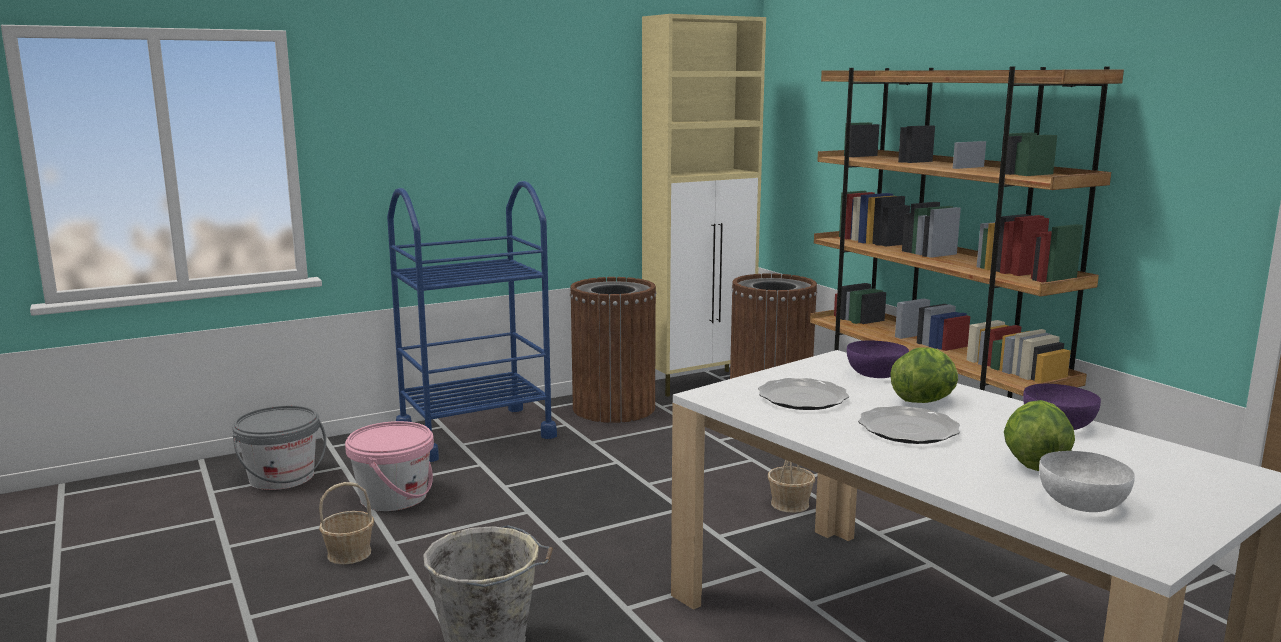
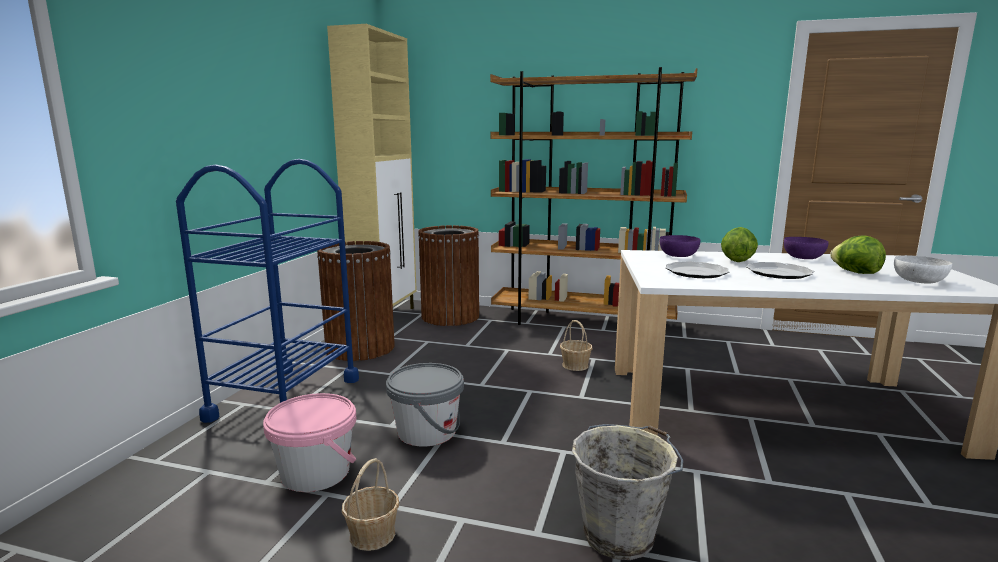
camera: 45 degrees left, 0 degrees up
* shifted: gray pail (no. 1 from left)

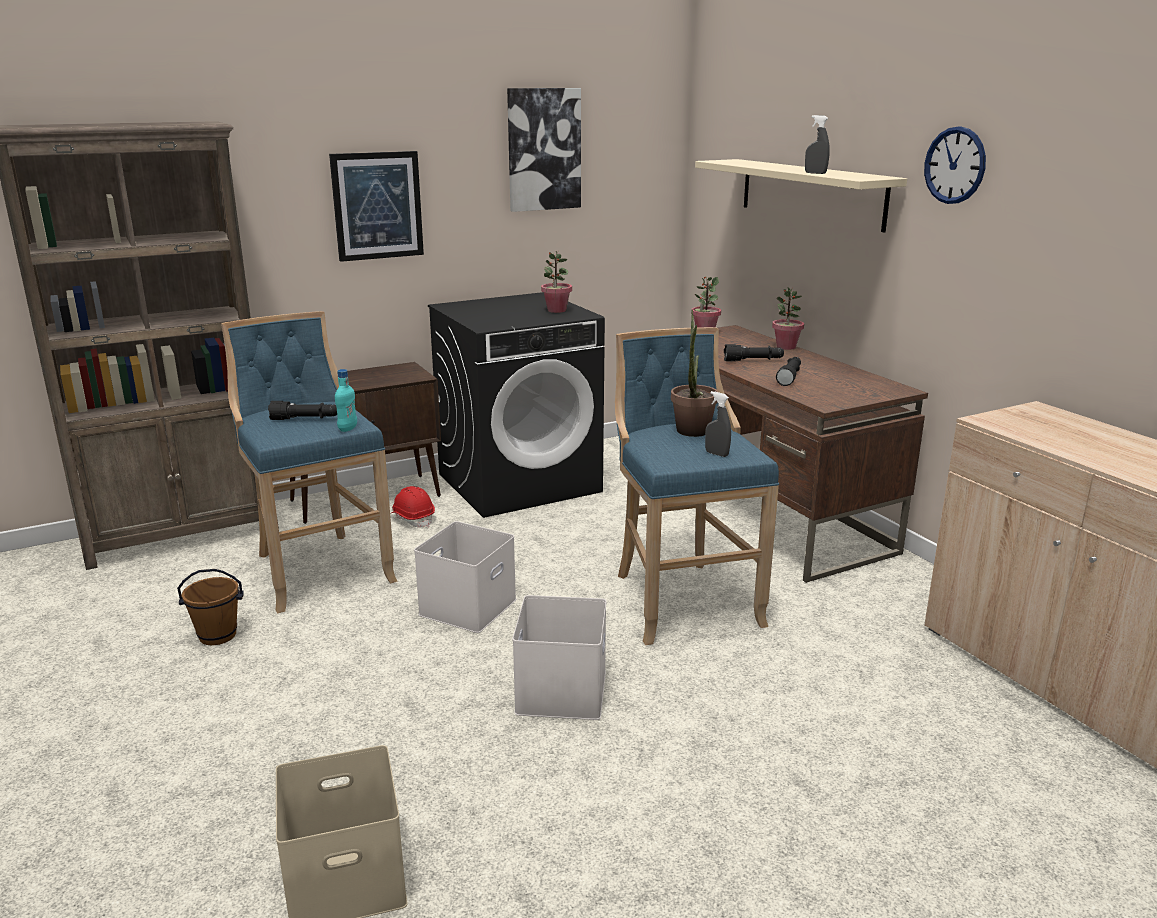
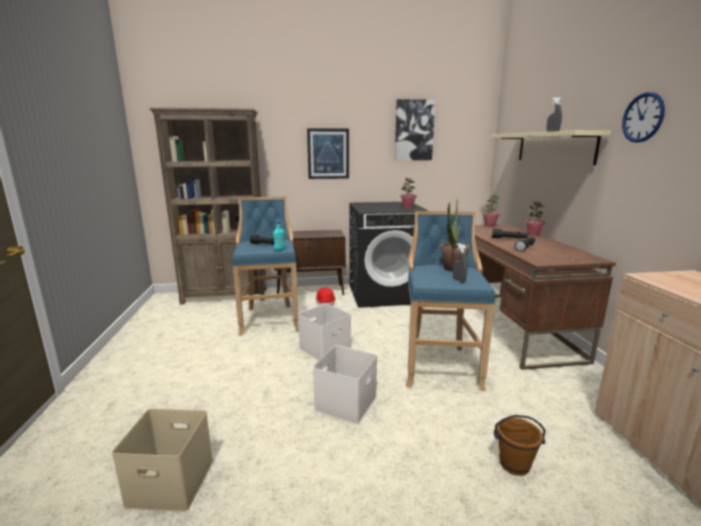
camera: 20 degrees right, 5 degrees down
* shifted: brownish pail

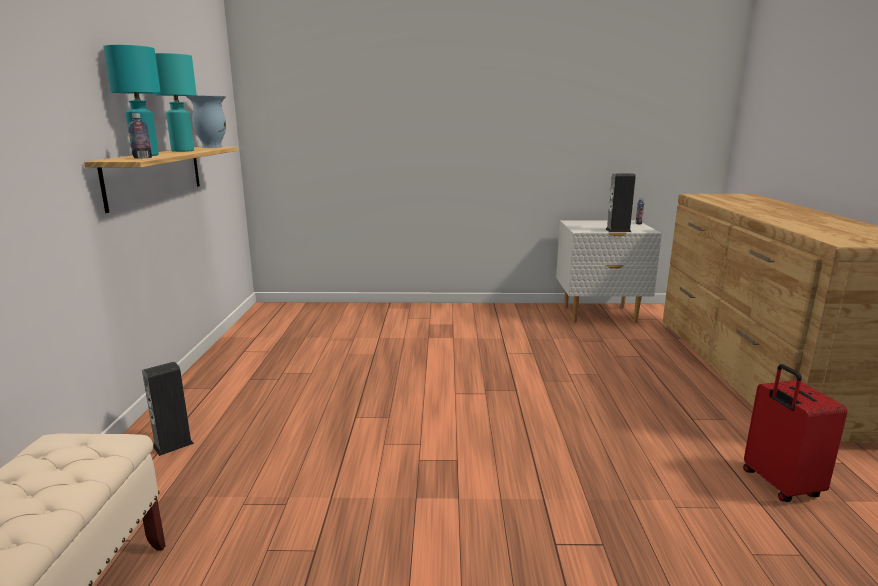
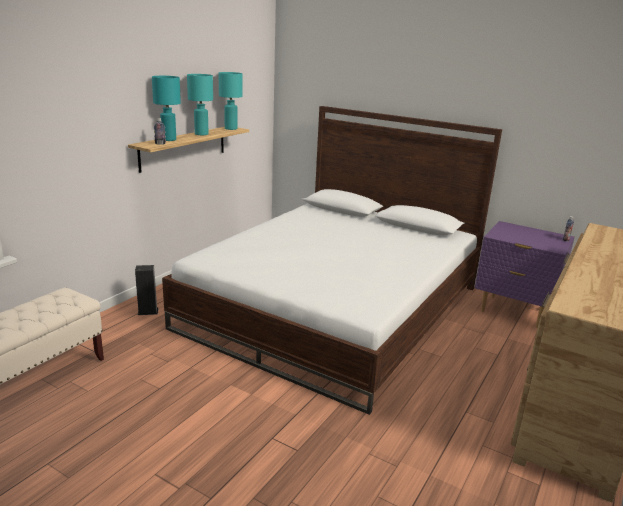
camera: 30 degrees right, 5 degrees up
* gone: speaker (no. 2 from left)
* gone: red suitcase
* new: sleeping bed
* swapped: vase to turquoise-coloured lamp for a table (no. 3 from left)
* repainted: whitish night table to purple-coloured night table

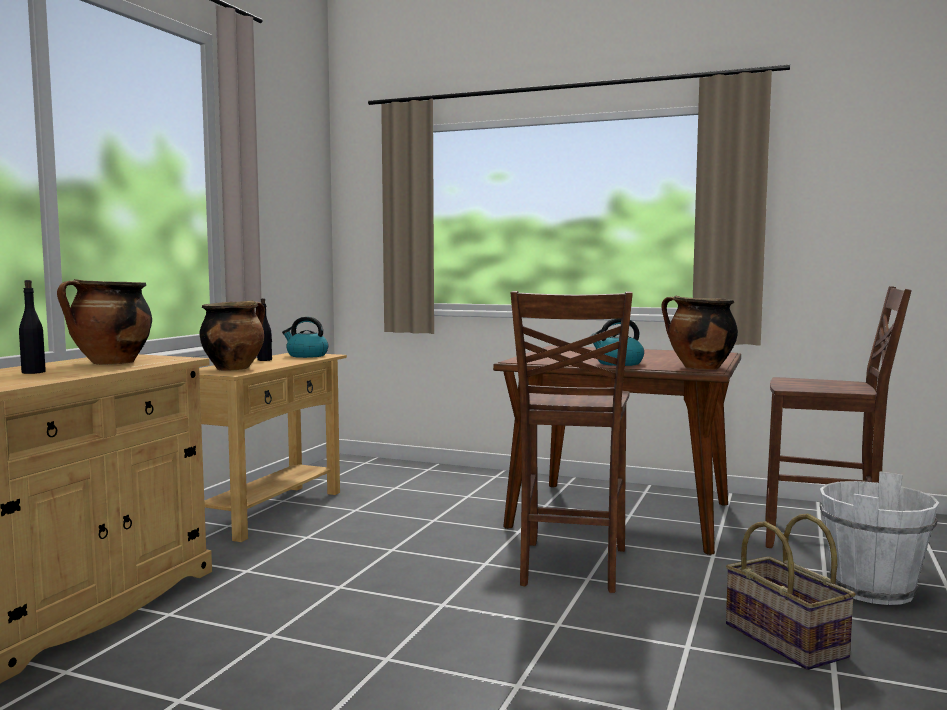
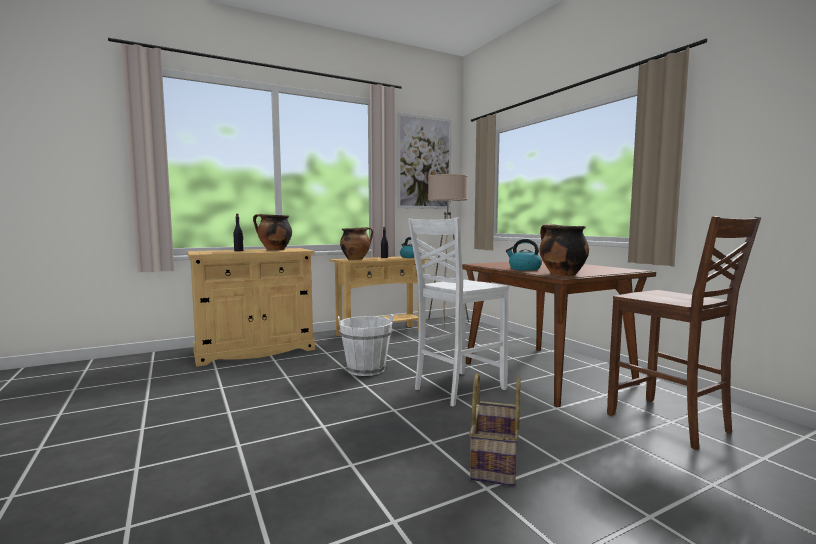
camera: 40 degrees right, 0 degrees up
* new: wall picture
* new: sand-coloured floor lamp
* shifted: whitish pail
* repainted: brownish upright chair (no. 1 from left) to whitish upright chair

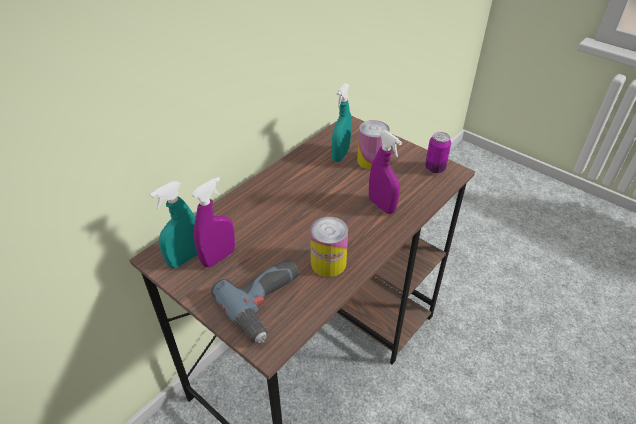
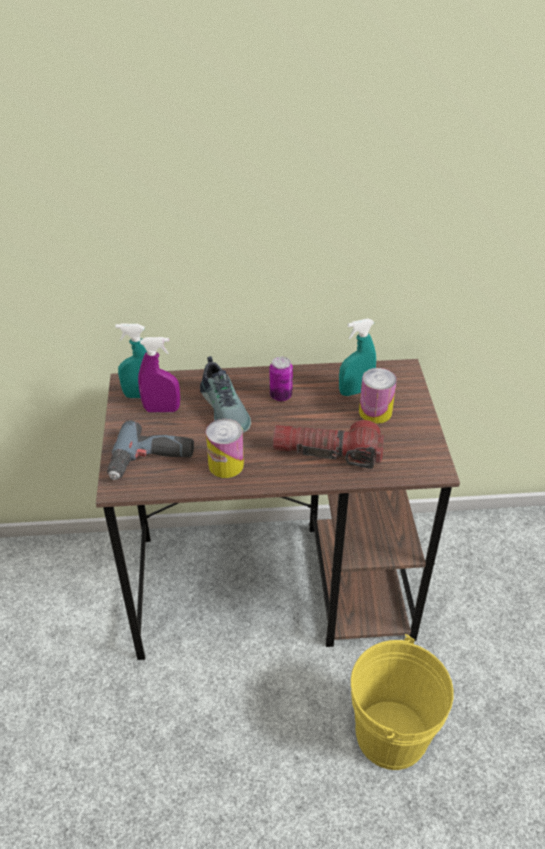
camera: 45 degrees right, 0 degrees up
* new: low shoe
* new: yellowish pail
* shifted: can (no. 3 from left in the first image) to can (no. 2 from left)
* swapped: purple-coloured sprayer (no. 2 from left) to hand torch

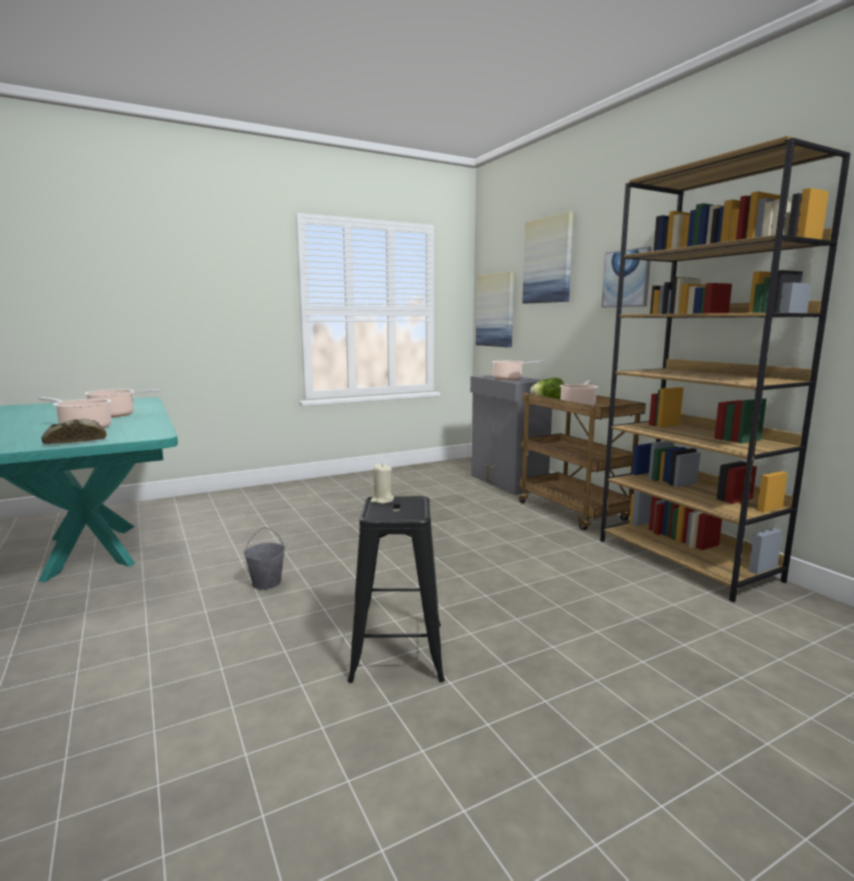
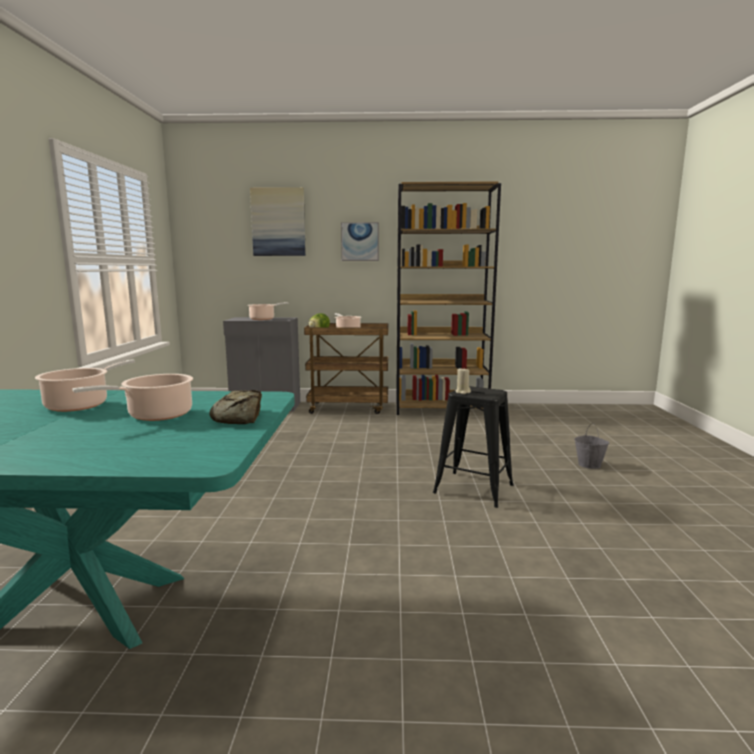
camera: 60 degrees left, 0 degrees up
* gone: wall picture (no. 1 from left)
* shifted: gray pail

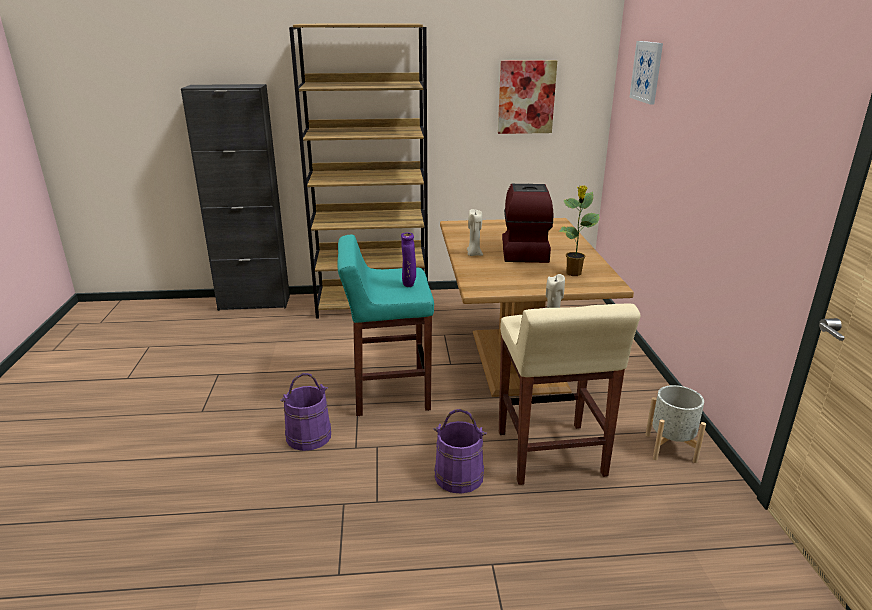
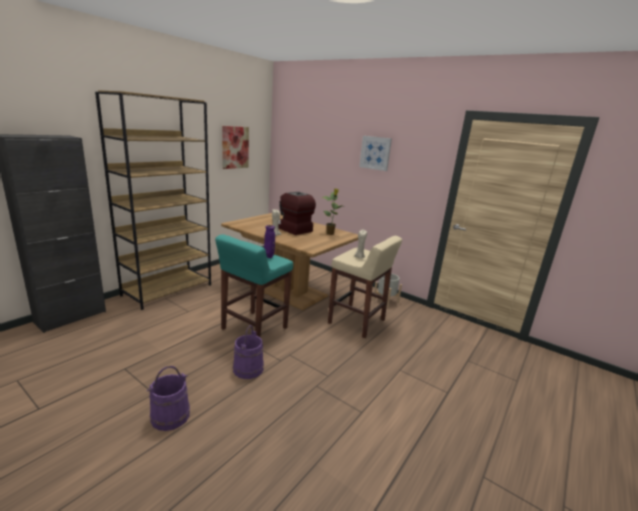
camera: 50 degrees left, 5 degrees down
* shifted: purple-coloured pail (no. 2 from left in the first image) to purple-coloured pail (no. 1 from left)
* shifted: wall picture (no. 2 from left)

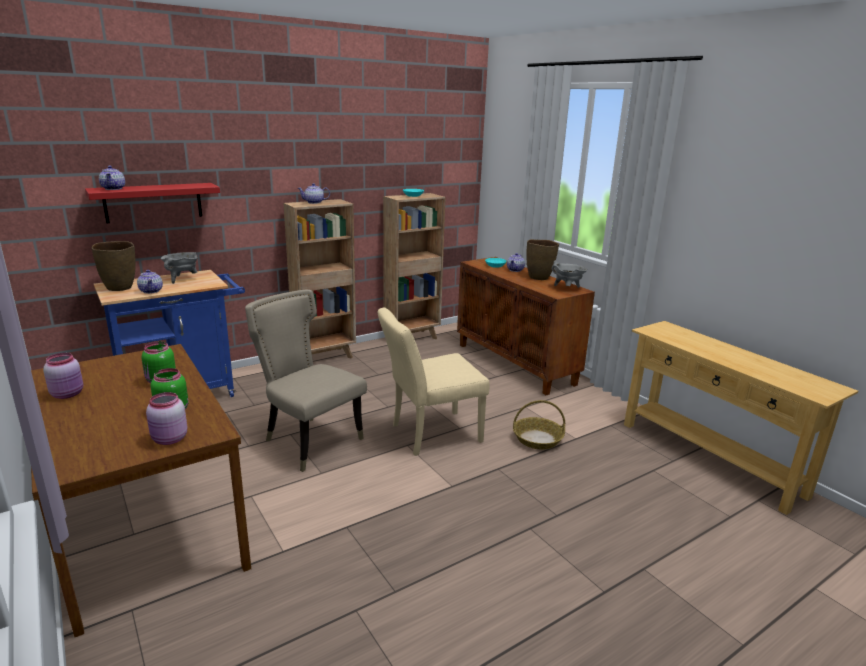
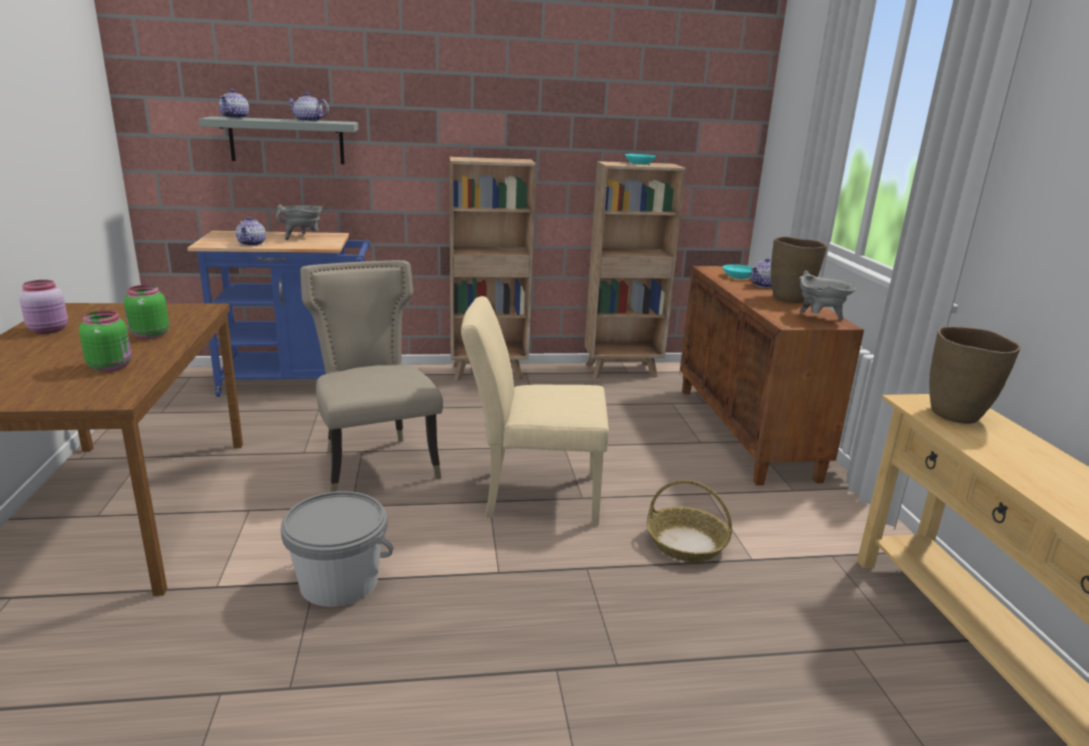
camera: 25 degrees right, 0 degrees up
* gone: pink-coloured storage jar (no. 2 from left)
* new: gray pail
* shifted: brownish vase (no. 1 from left in the first image) to brownish vase (no. 2 from left)
* shifted: teapot (no. 3 from left)
* repainted: red wall shelf to gray wall shelf

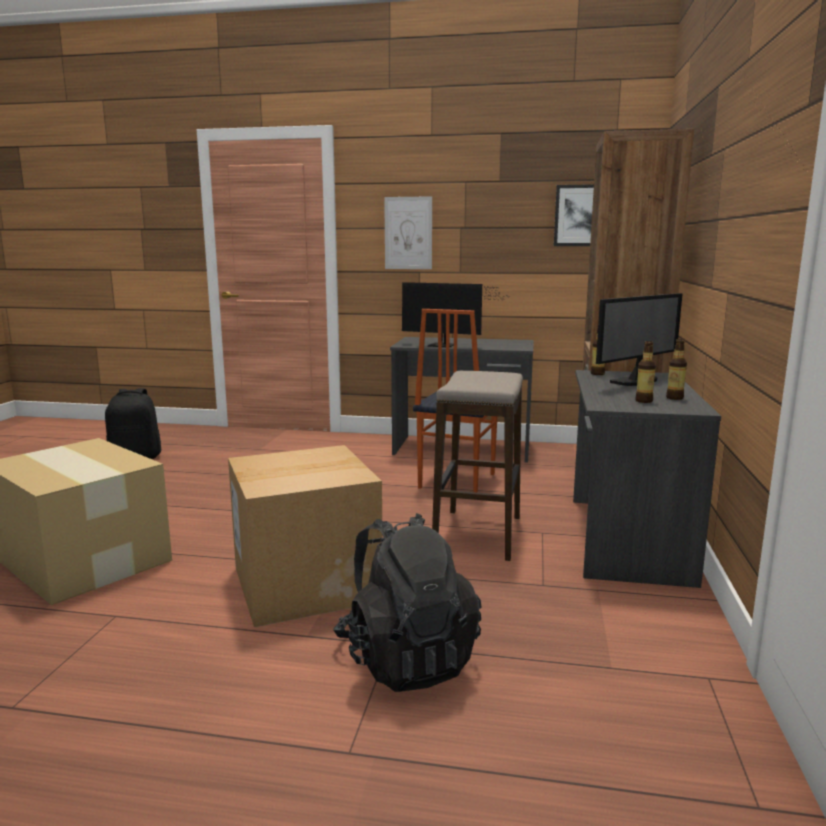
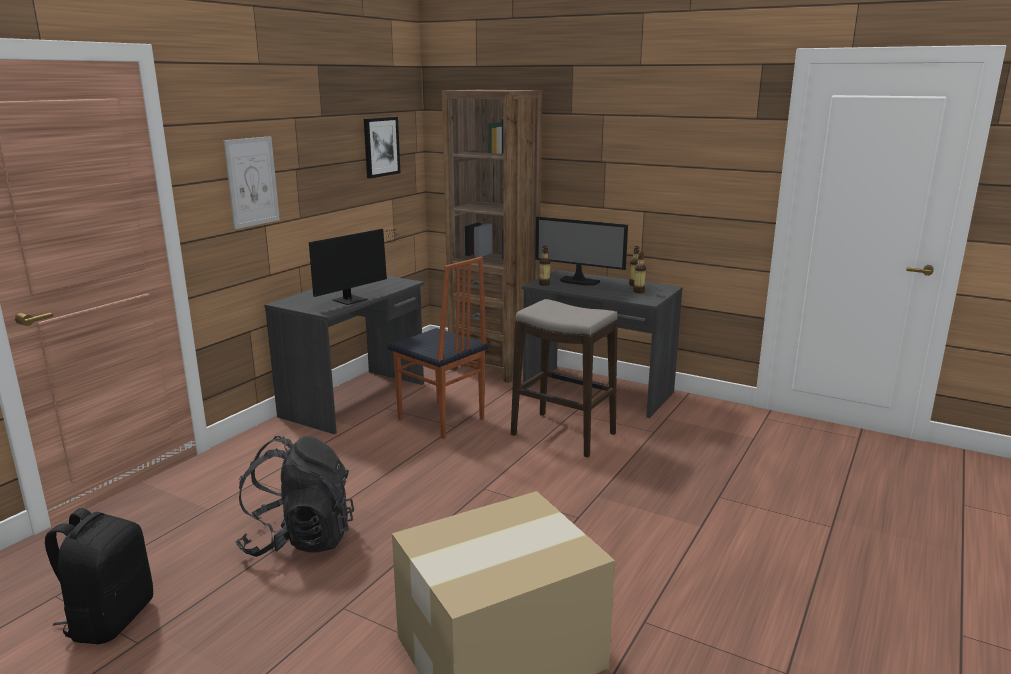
camera: 70 degrees left, 5 degrees up
* gone: cardboard box (no. 2 from left)
* shifted: black-coloured rucksack (no. 2 from left)
* rotated: computer display (no. 2 from left) 135 degrees clockwise

